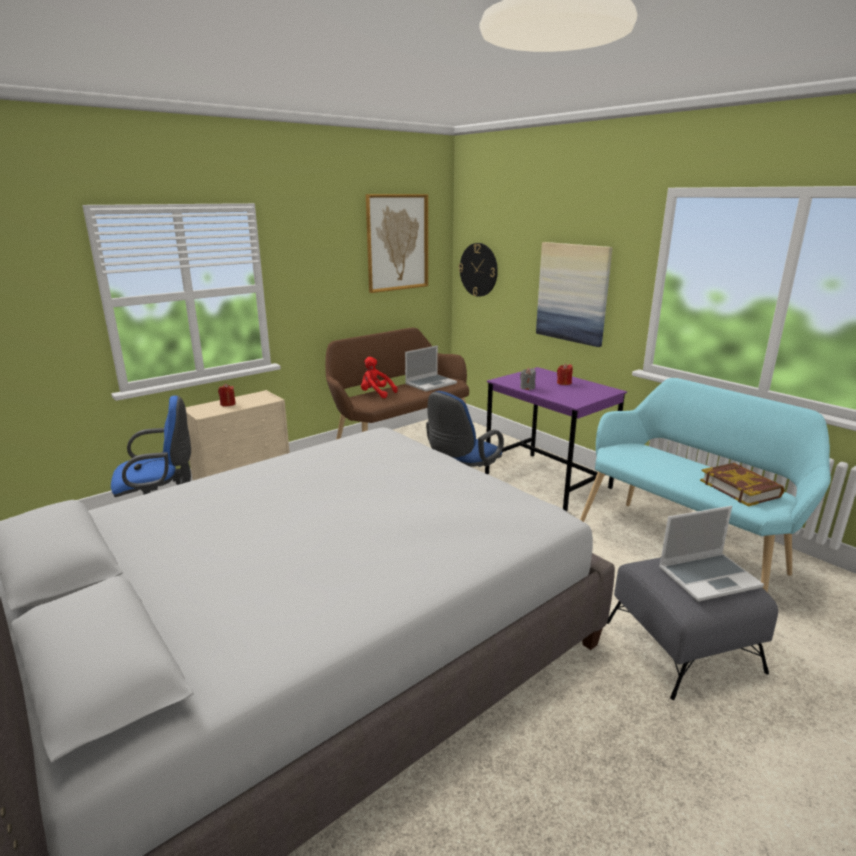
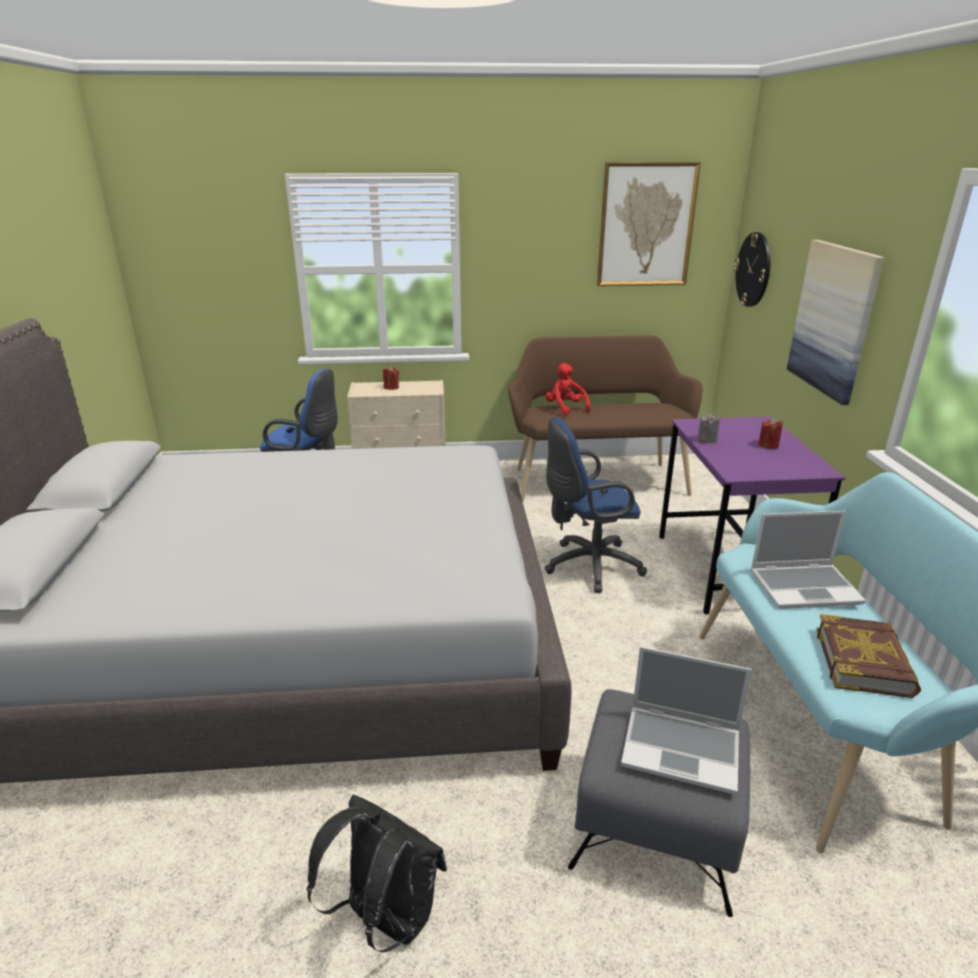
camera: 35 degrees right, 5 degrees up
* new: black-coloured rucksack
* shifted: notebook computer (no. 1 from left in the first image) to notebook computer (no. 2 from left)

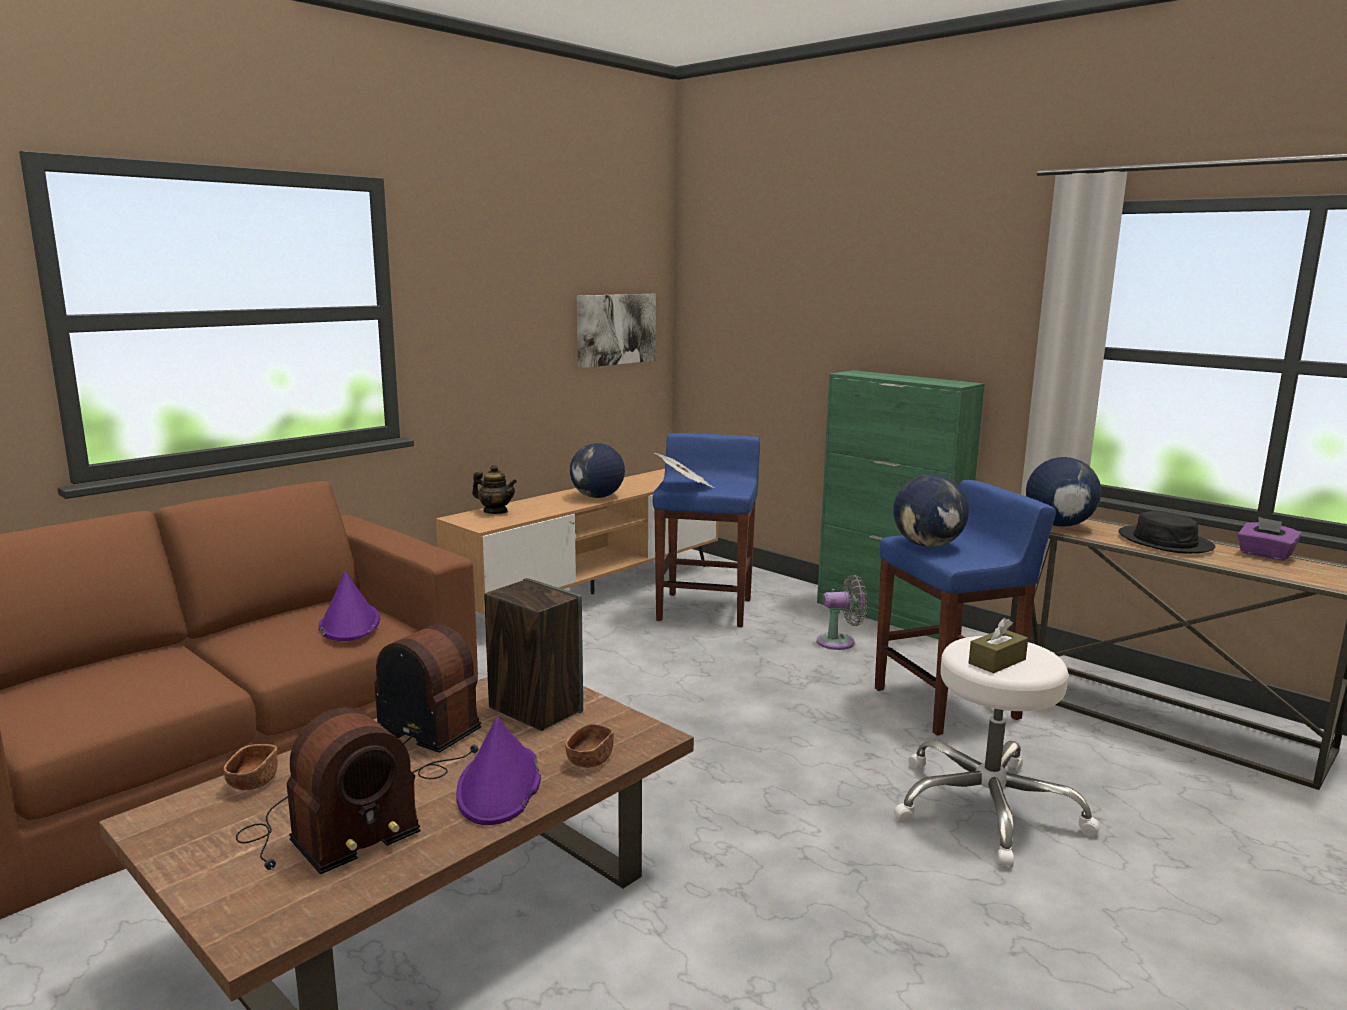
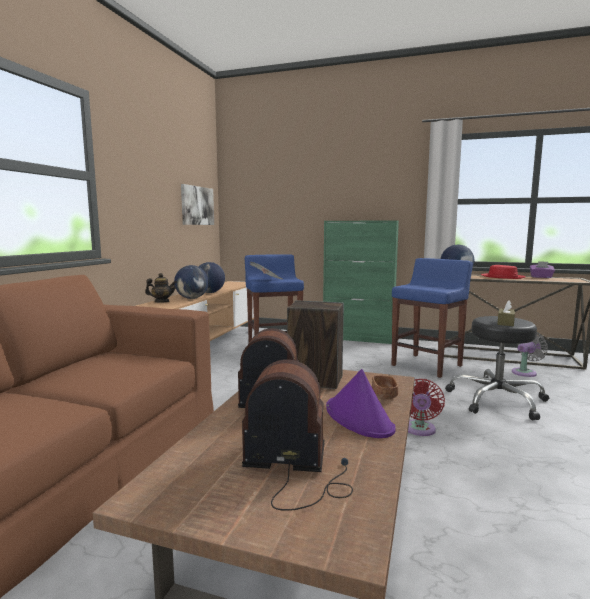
camera: 25 degrees left, 5 degrees down
* gone: brownish deep dish (no. 1 from left)
* gone: purple-coloured hat (no. 1 from left)
* new: red cooling fan
* shifted: gray cooling fan
* shifted: desk globe (no. 2 from left in the first image) to desk globe (no. 1 from left)
* repainted: whitish stool to black-coloured stool
* repainted: black-coloured hat to red hat
* rotated: radio receiver (no. 1 from left in the first image) 105 degrees counterclockwise

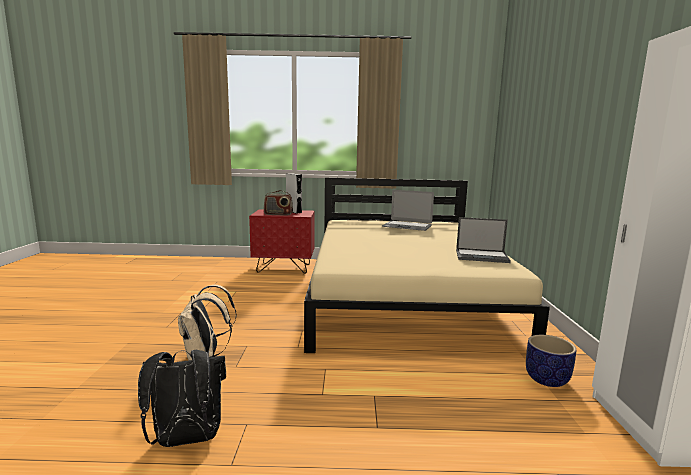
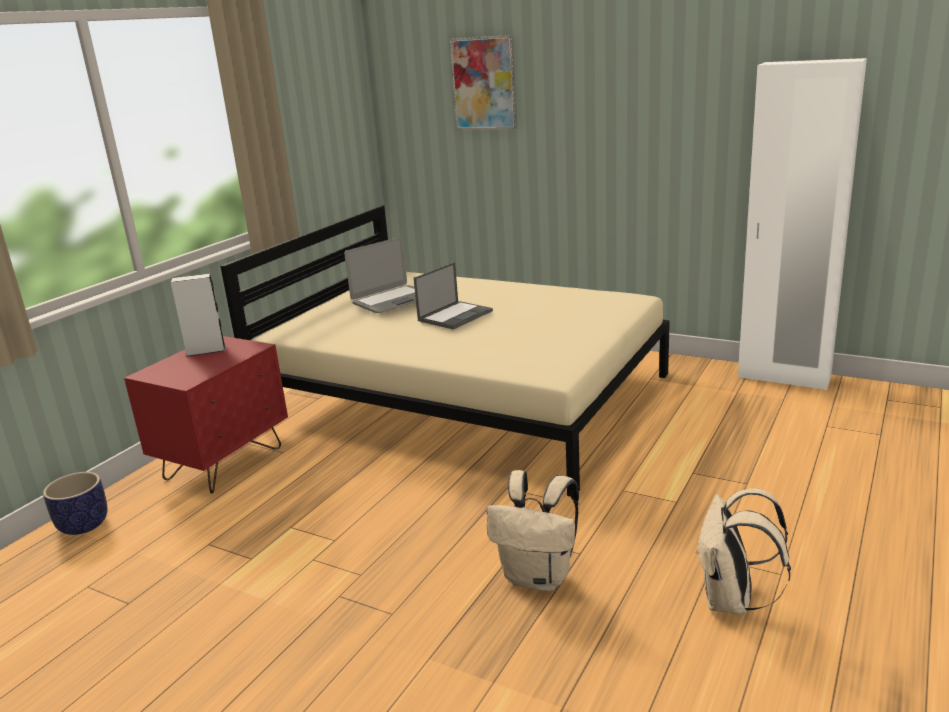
camera: 60 degrees left, 10 degrees up
* gone: radio receiver
* new: wall picture
* shifted: notebook computer (no. 2 from left)
* shifted: plant pot
* repainted: black-coloured rucksack to sand-coloured rucksack (no. 2 from left)

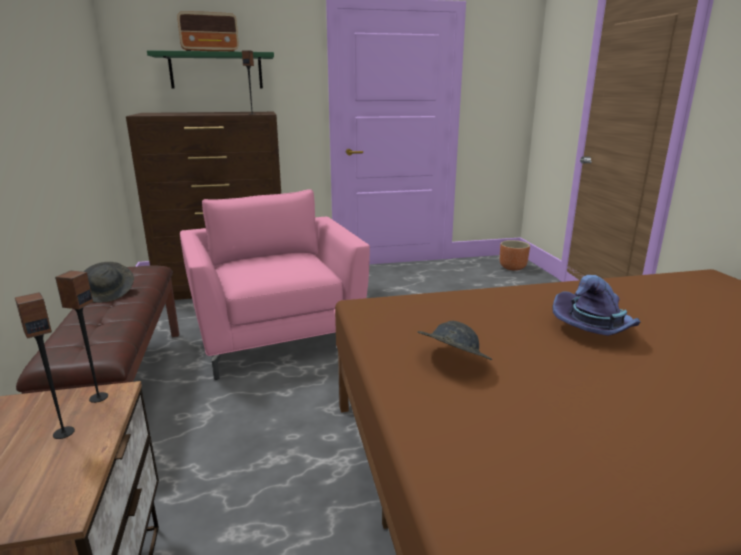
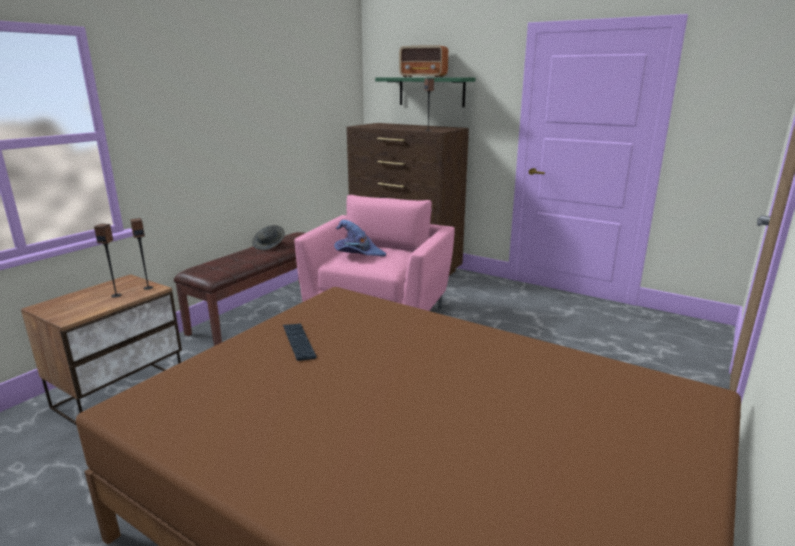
camera: 45 degrees right, 0 degrees up
* gone: brownish plant pot
* shifted: purple-coloured hat
* swapped: gray hat (no. 2 from left) to PC keyboard

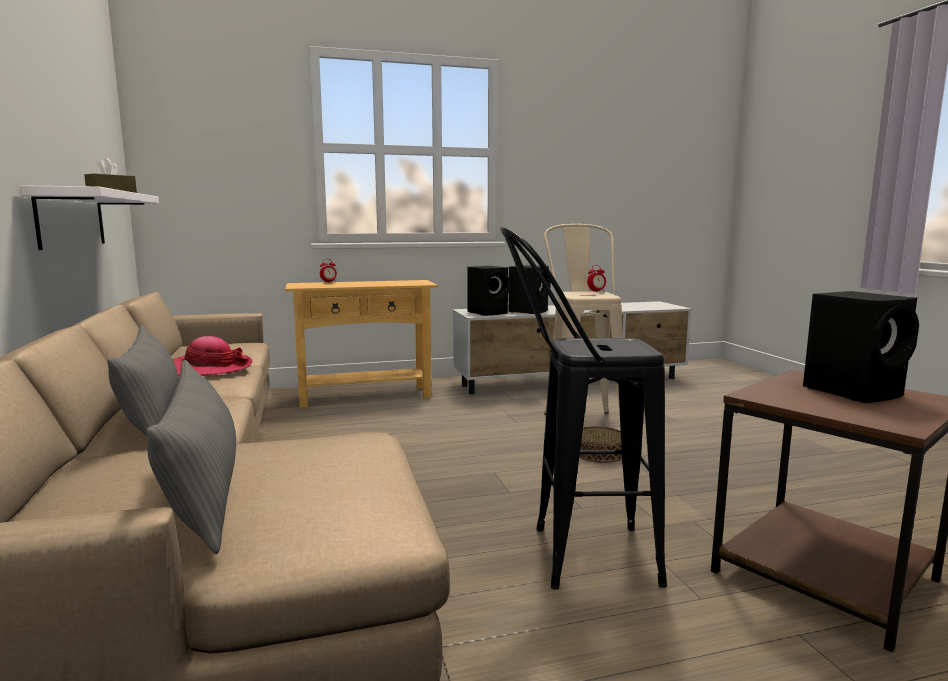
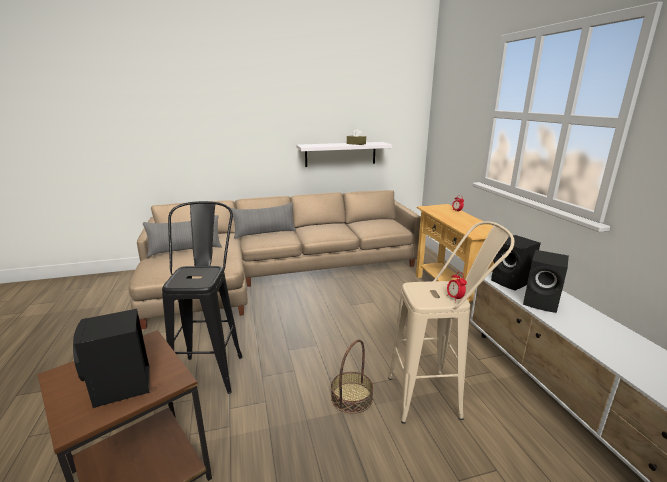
camera: 90 degrees right, 10 degrees up
* gone: hat

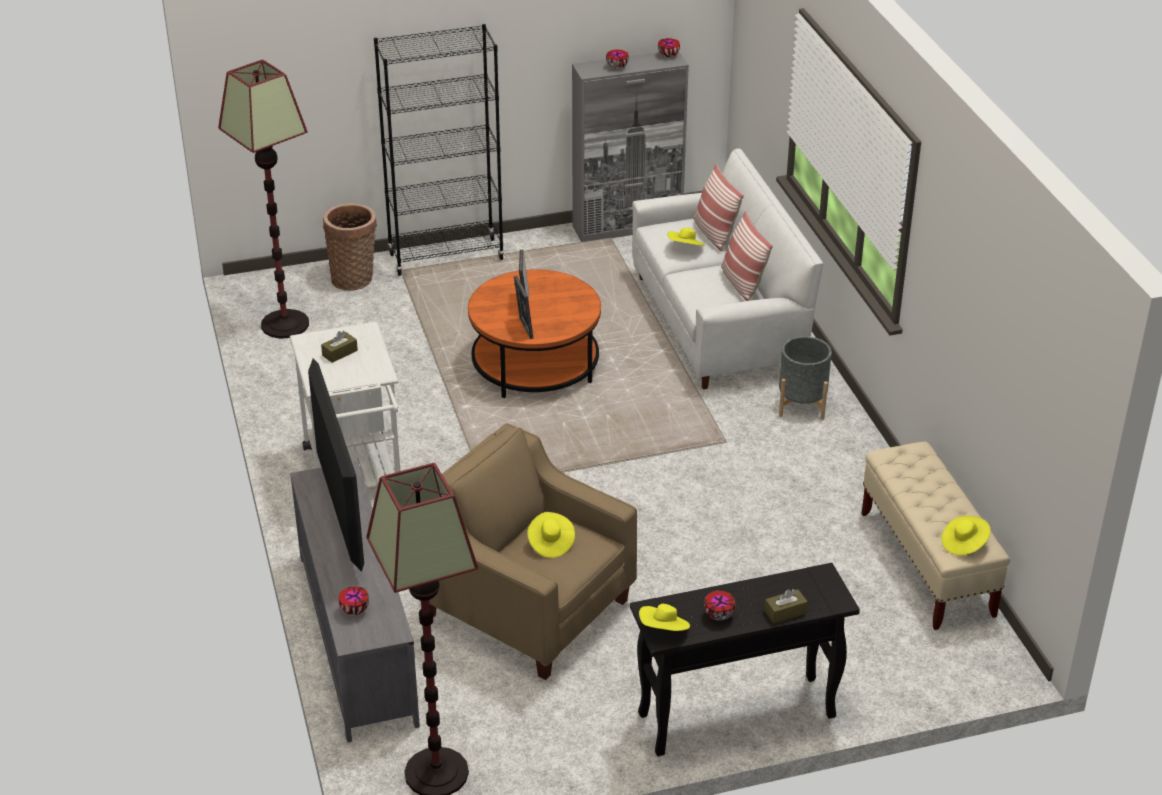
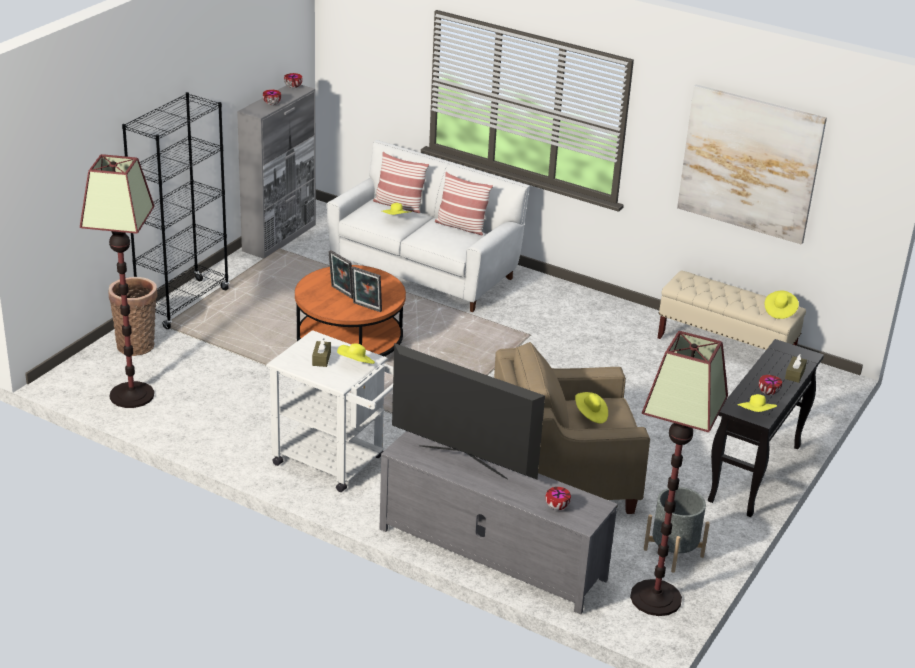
camera: 45 degrees left, 5 degrees down
* new: yellowish hat (no. 1 from left)
* new: wall picture
* shifted: gray plant pot

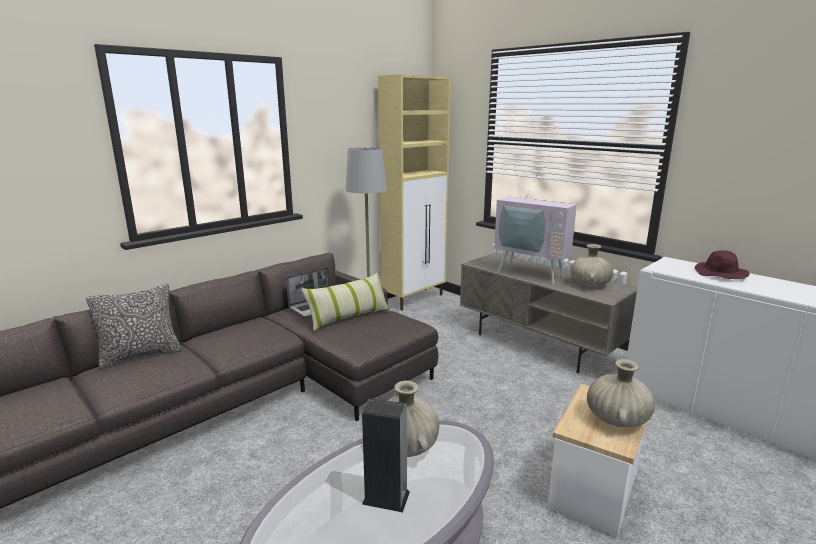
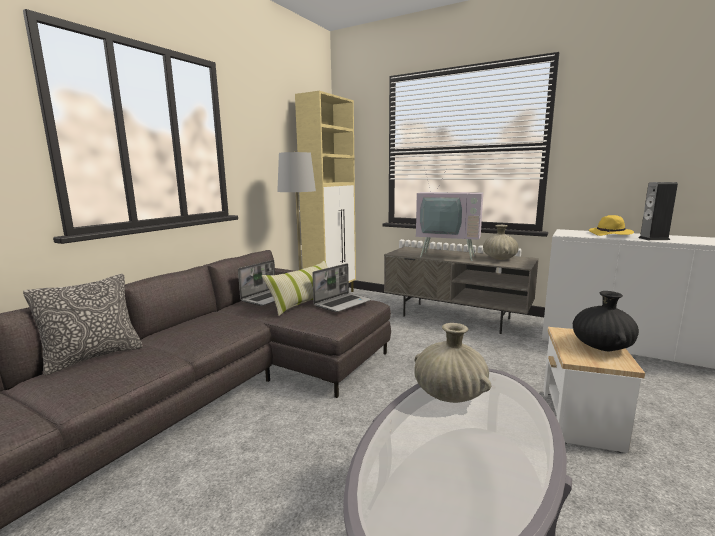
camera: 15 degrees left, 5 degrees down
* new: notebook computer (no. 2 from left)
* shifted: speaker
* repainted: sand-coloured vase (no. 3 from left) to black-coloured vase
* repainted: purple-coloured hat to yellowish hat

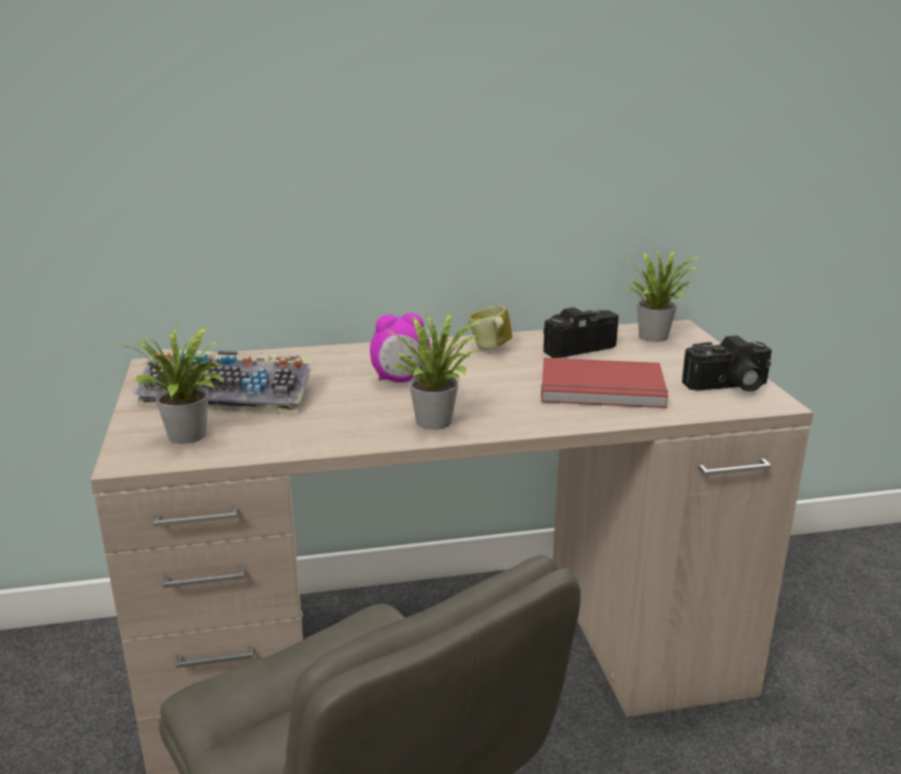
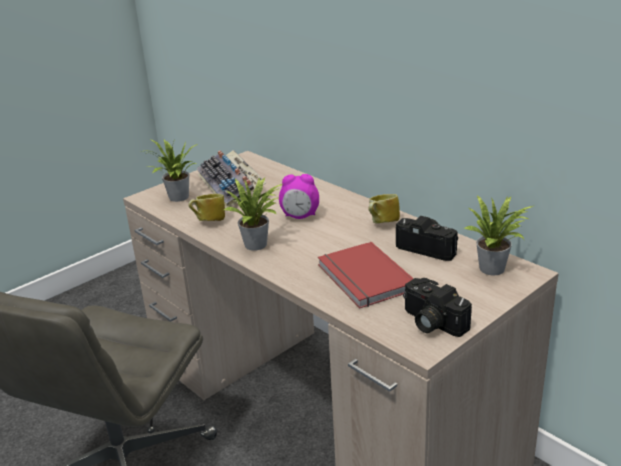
camera: 60 degrees right, 5 degrees up
* new: mug (no. 1 from left)
* rotated: alarm clock 45 degrees counterclockwise

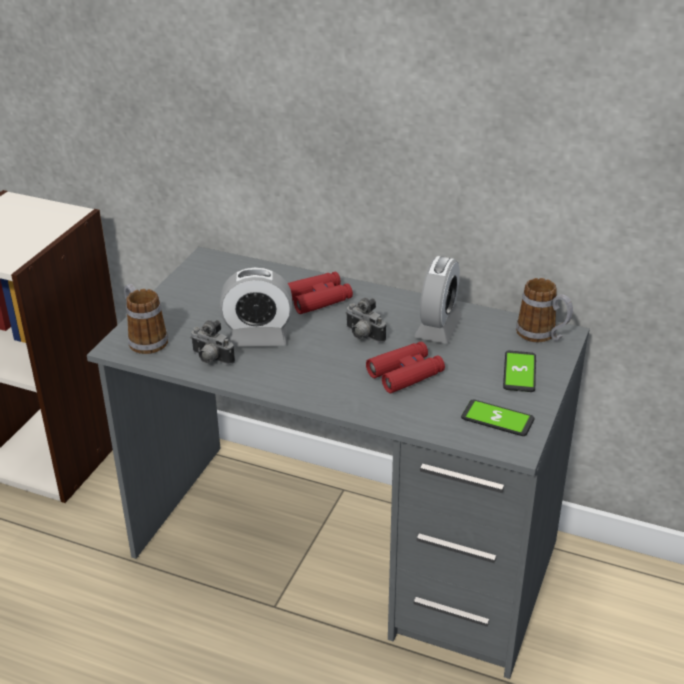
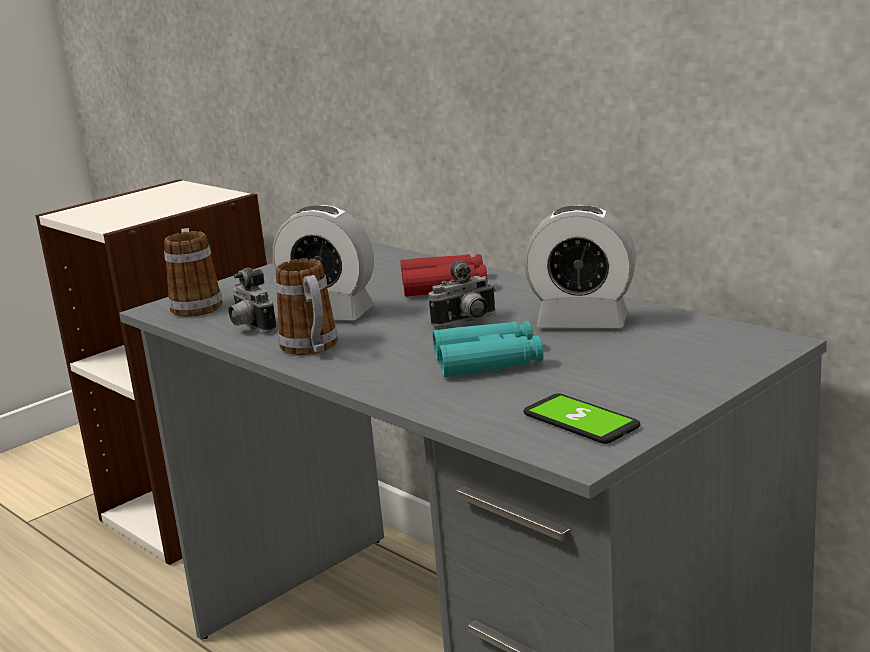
camera: 25 degrees right, 15 degrees down
* gone: phone (no. 2 from left)
* shifted: mug (no. 2 from left)
* repainted: red field glasses (no. 2 from left) to turquoise-coloured field glasses
* rotated: still camera (no. 2 from left) 90 degrees counterclockwise
* rotated: alarm clock (no. 2 from left) 60 degrees clockwise

